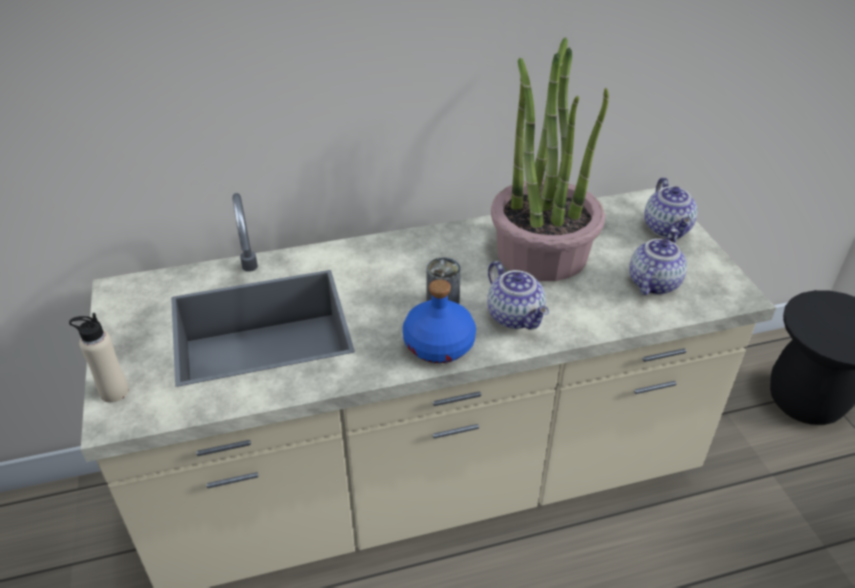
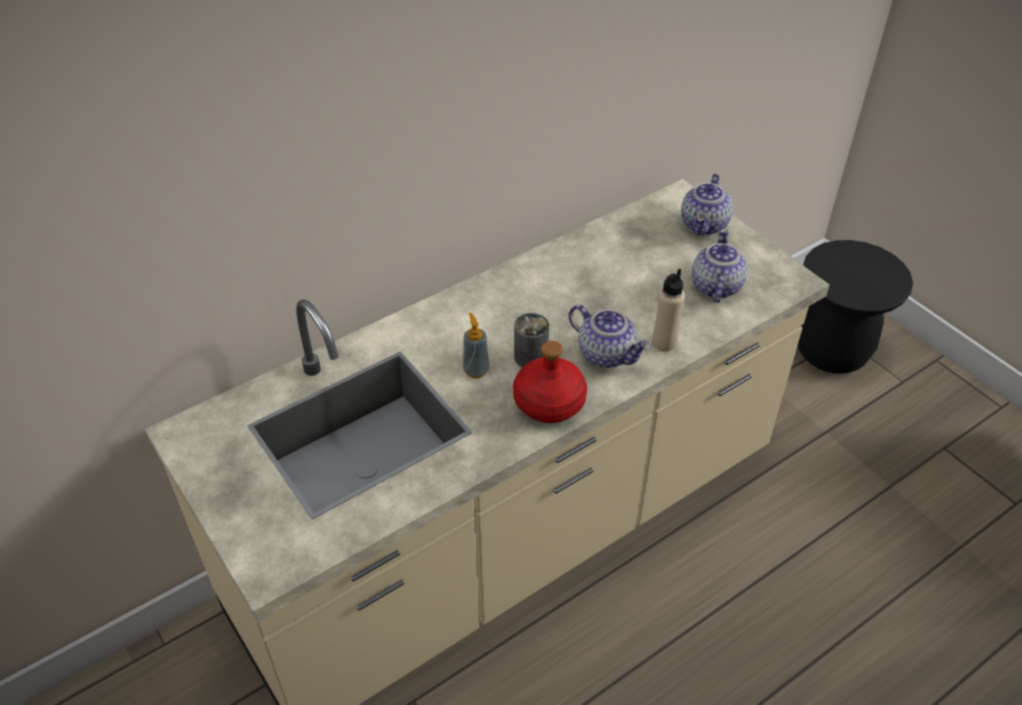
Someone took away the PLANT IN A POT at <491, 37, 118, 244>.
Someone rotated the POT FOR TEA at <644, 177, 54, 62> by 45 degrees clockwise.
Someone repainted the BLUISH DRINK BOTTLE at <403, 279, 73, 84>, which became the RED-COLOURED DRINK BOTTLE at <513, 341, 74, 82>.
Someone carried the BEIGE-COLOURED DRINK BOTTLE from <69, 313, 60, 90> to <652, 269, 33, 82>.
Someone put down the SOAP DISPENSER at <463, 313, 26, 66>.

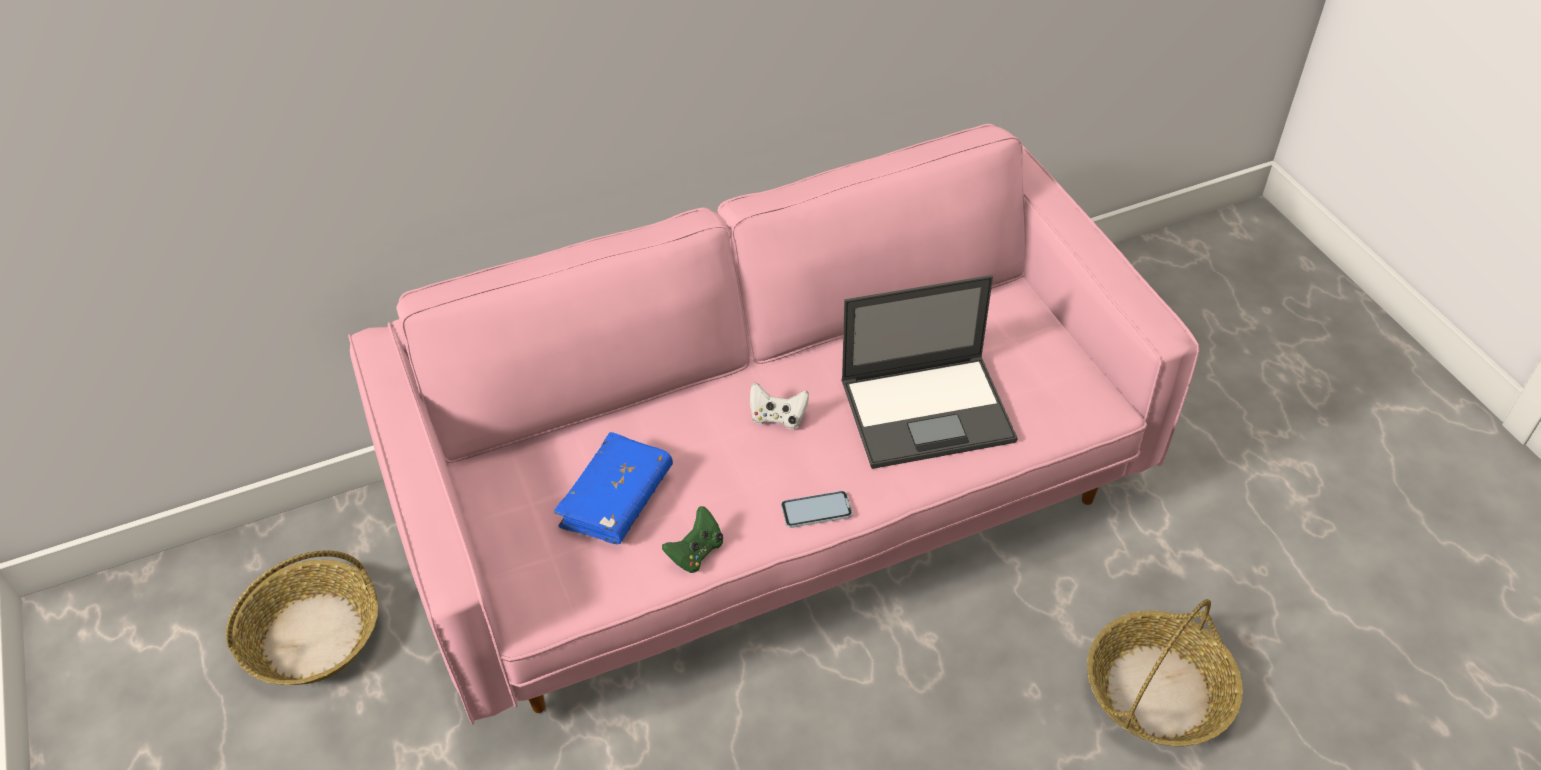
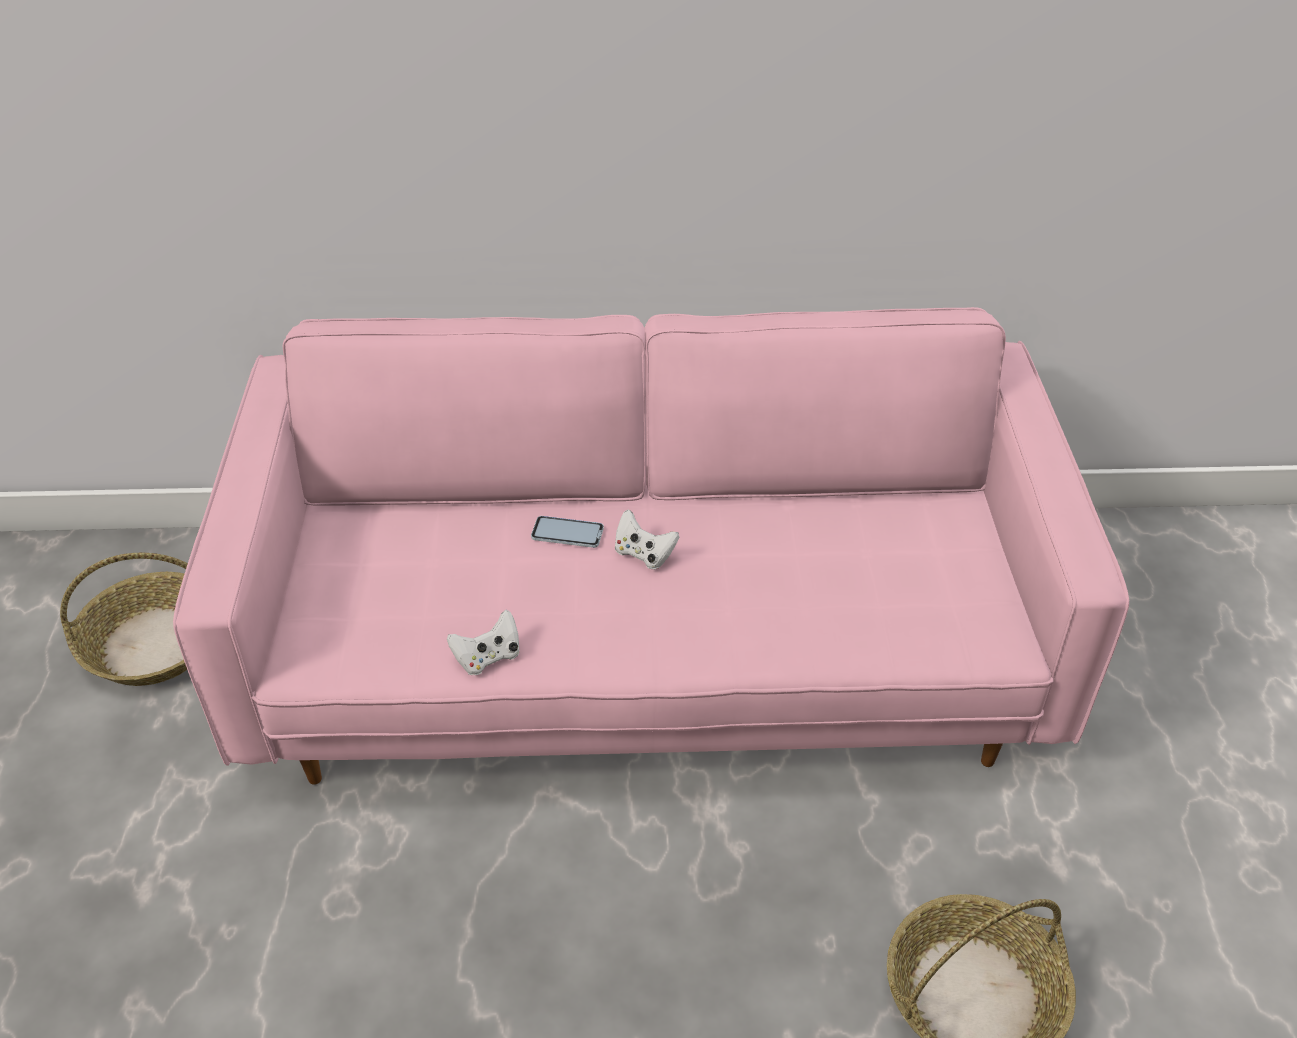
Someone took away the NOTEBOOK COMPUTER at <841, 275, 177, 194>.
Someone took away the BLUISH BOUND BOOK at <554, 432, 119, 112>.
Someone carried the HANDSET from <781, 491, 71, 37> to <531, 516, 73, 32>.
Someone repainted the GREENISH GAME CONTROLLER at <662, 506, 61, 67>, which became the WHITE GAME CONTROLLER at <447, 610, 73, 65>.

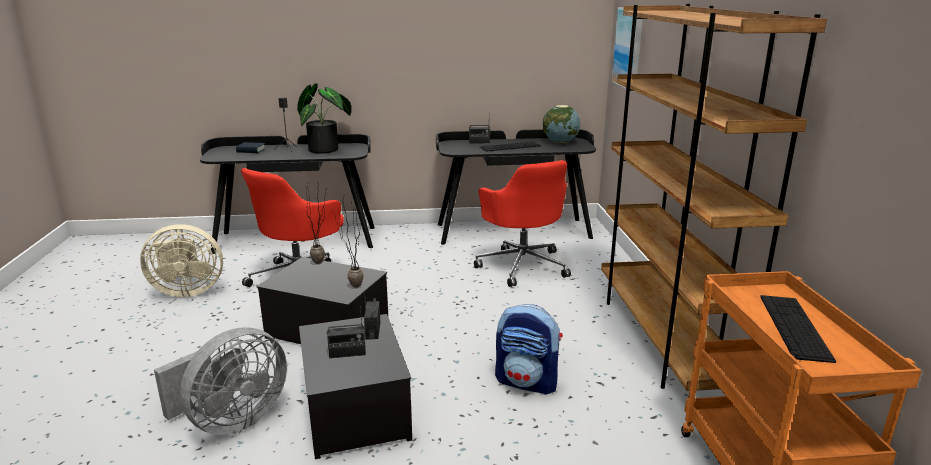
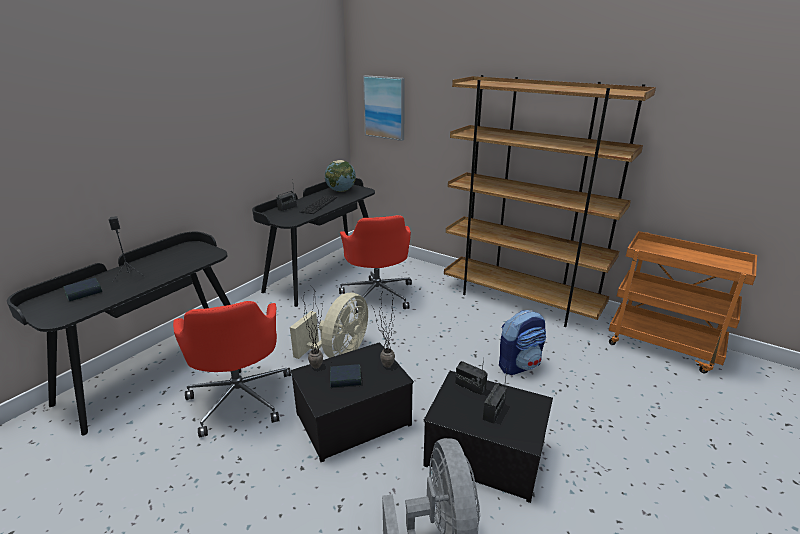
Someone took away the PLANT IN A POT at <297, 83, 54, 70>.
Someone rotated the RED-COLOURED COMPUTER CHAIR at <474, 160, 97, 127> by 60 degrees clockwise.
Someone carried the BEIGE-COLOURED COOLING FAN from <140, 224, 83, 73> to <290, 293, 78, 66>.
Someone took away the KEYBOARD at <760, 295, 76, 68>.
Someone put down the BOUND BOOK at <330, 364, 31, 24>.

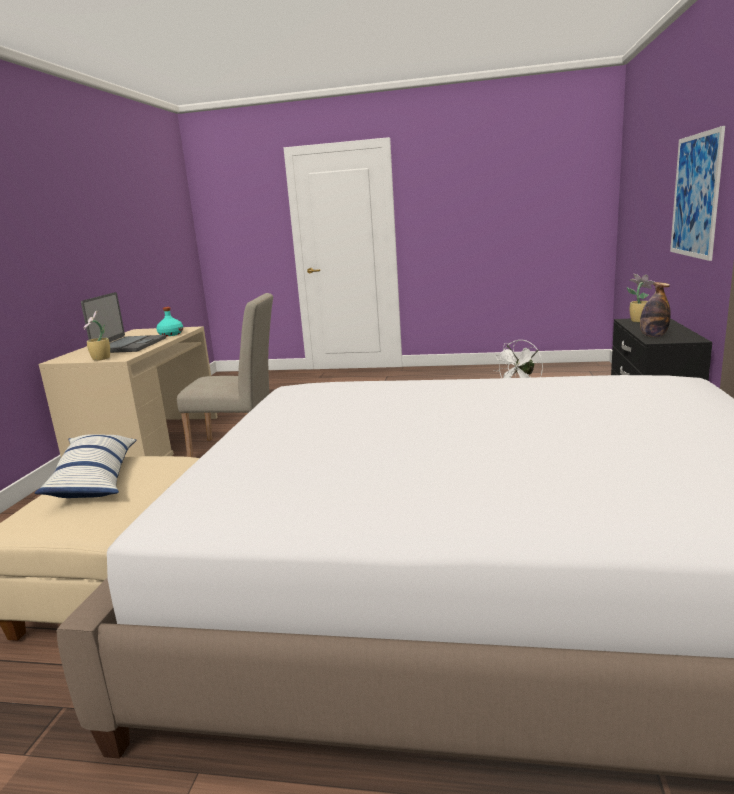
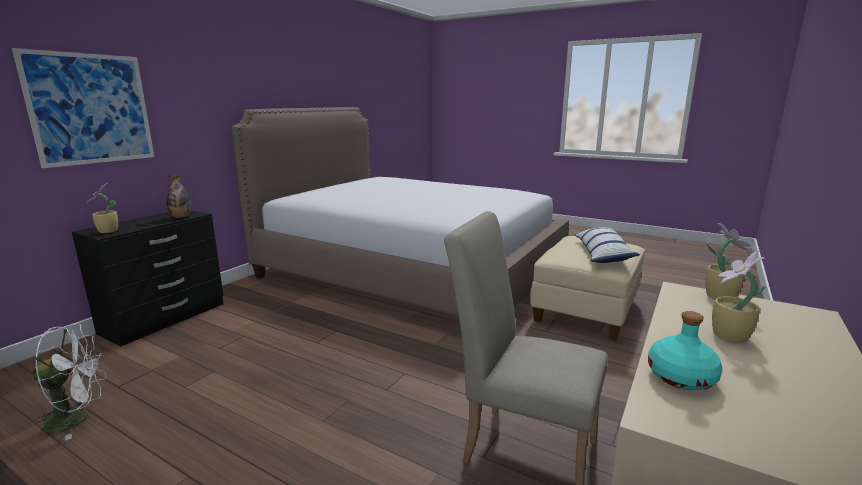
Someone swapped the NOTEBOOK COMPUTER at <81, 292, 85, 61> for the PLANT IN A POT at <712, 251, 54, 92>.

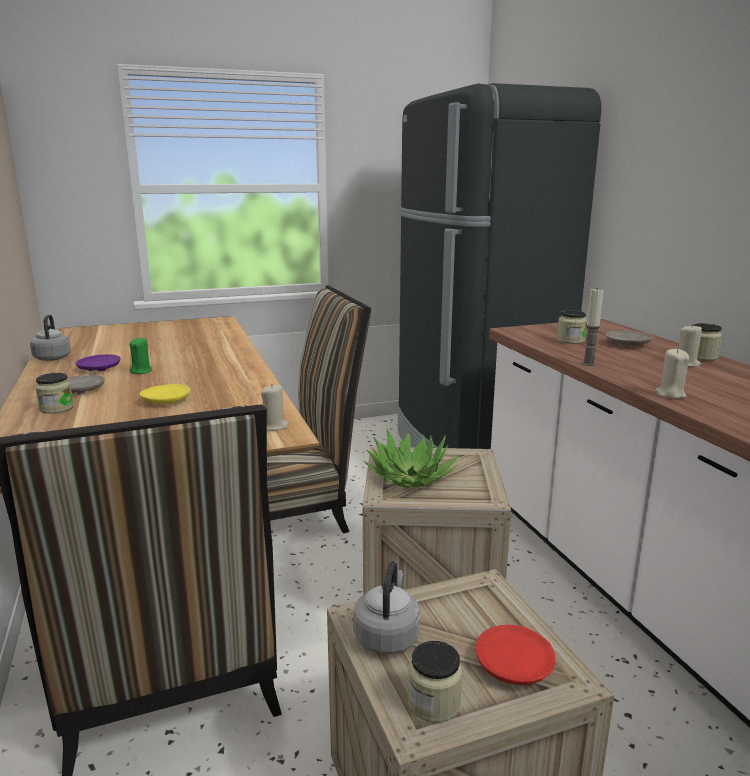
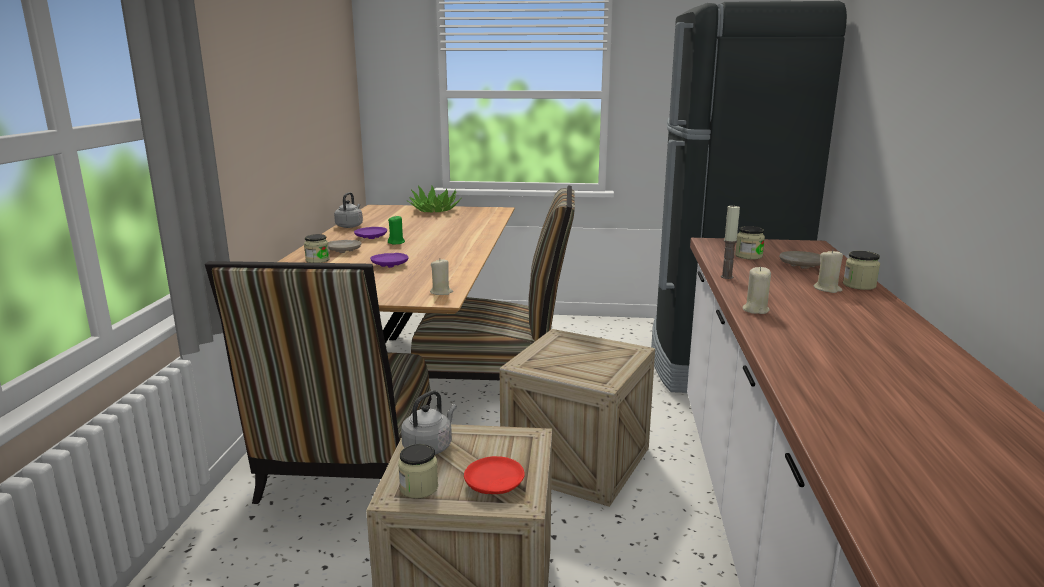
Someone repainted the YELLOW-COLOURED FLAT DISH at <139, 384, 51, 21>, which became the PURPLE-COLOURED FLAT DISH at <370, 253, 39, 15>.
Someone carried the PLANT IN A POT from <364, 430, 95, 58> to <408, 186, 53, 27>.

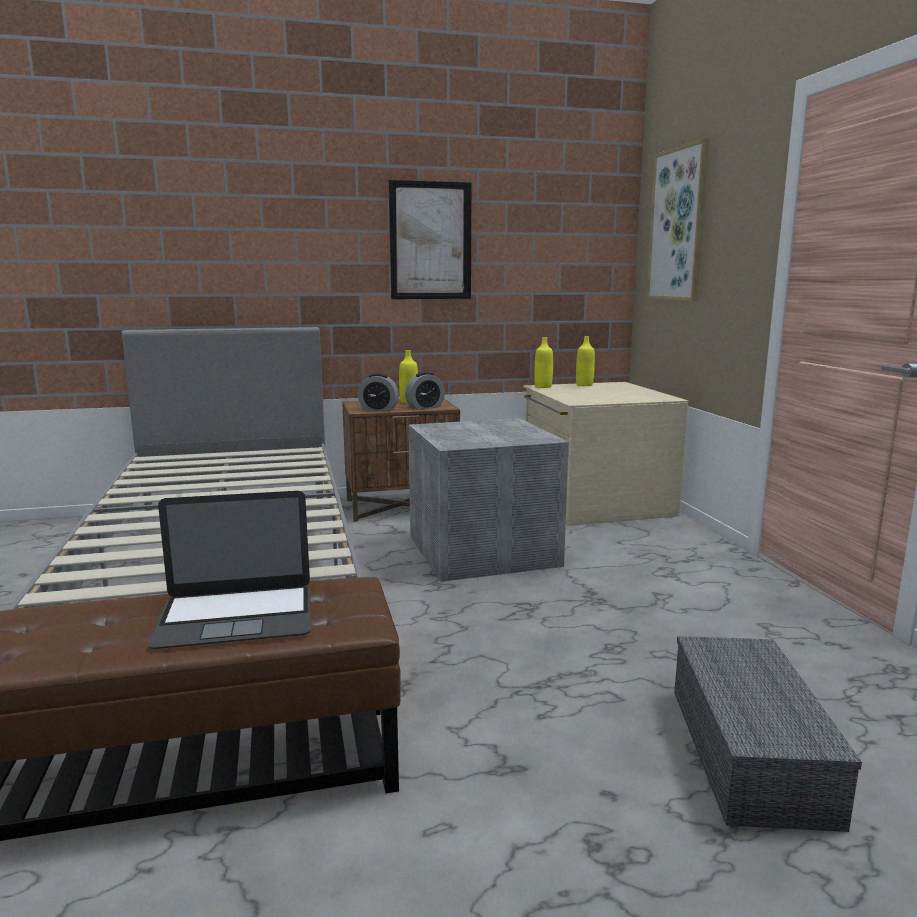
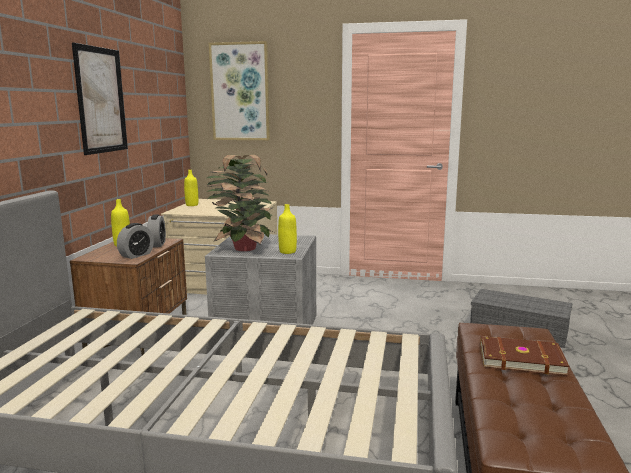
Someone carried the YELLOW-COLOURED DRINK BOTTLE from <534, 337, 19, 51> to <278, 204, 19, 50>.
Someone swapped the NOTEBOOK COMPUTER at <148, 491, 163, 158> for the BROWN BOUND BOOK at <480, 336, 90, 40>.
Someone put down the PLANT IN A POT at <206, 155, 68, 96>.

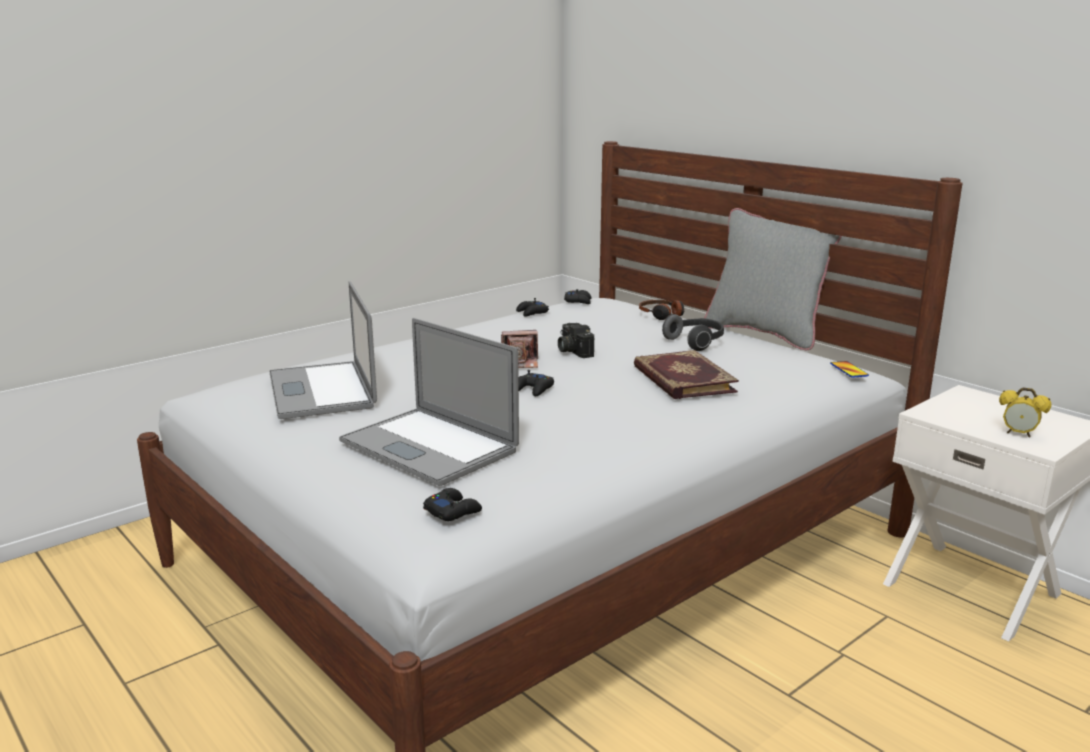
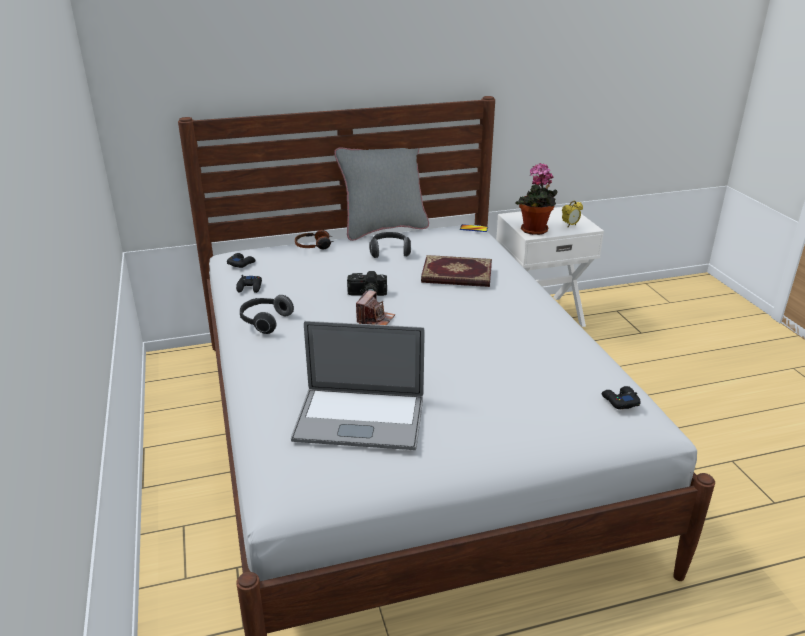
Someone took away the NOTEBOOK COMPUTER at <339, 318, 180, 168>.
Someone took away the BLACK GAME CONTROLLER at <518, 370, 36, 26>.
Someone put down the PLANT IN A POT at <516, 163, 42, 72>.
Someone put down the HEADPHONES at <240, 295, 54, 39>.

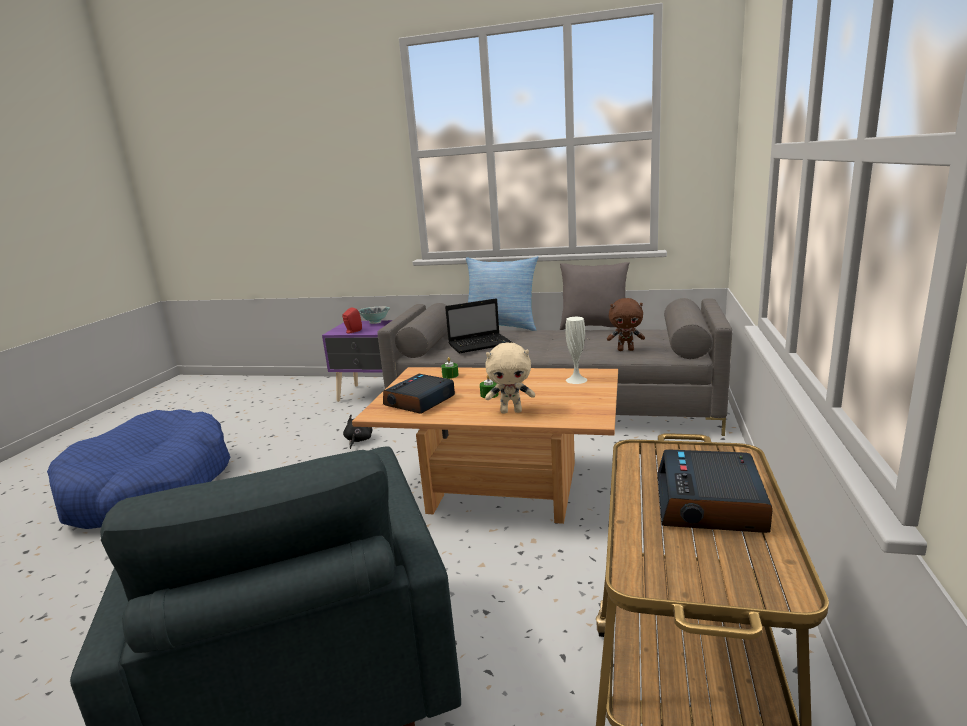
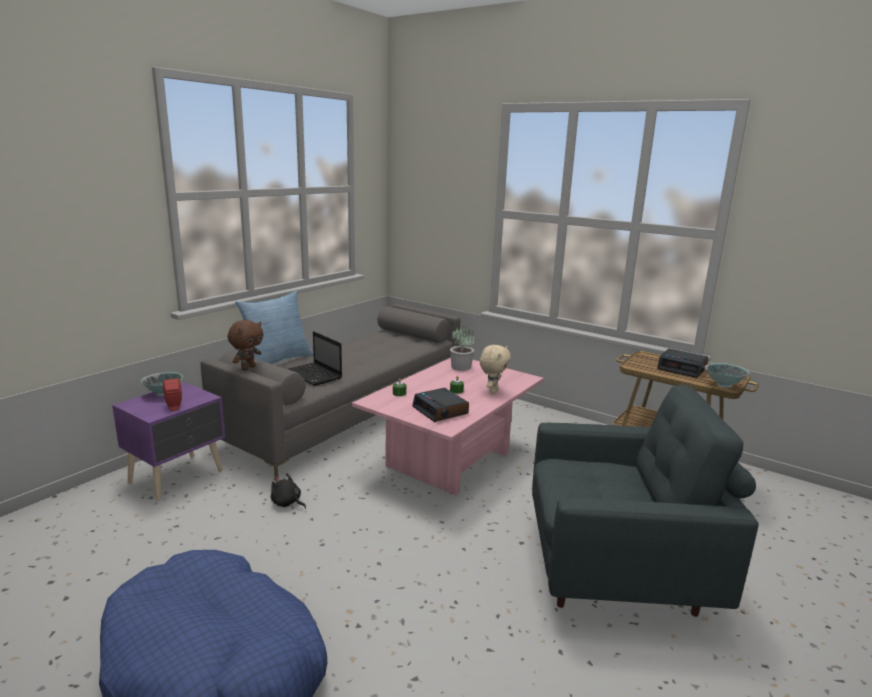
Someone took away the GREY THROW PILLOW at <560, 262, 70, 68>.
Someone rotated the NOTEBOOK COMPUTER at <445, 298, 68, 55> by 135 degrees clockwise.
Someone carried the BROWN SOFT TOY from <607, 298, 38, 53> to <228, 320, 35, 50>.
Someone swapped the WHITE DECORATIVE VASE at <565, 317, 22, 67> for the PLANT IN A POT at <450, 325, 25, 46>.
Someone repainted the BROWN LOW TABLE at <352, 367, 266, 157>, which became the PINK-COLOURED LOW TABLE at <352, 358, 192, 137>.
Someone put down the DEEP DISH at <705, 363, 44, 25>.

